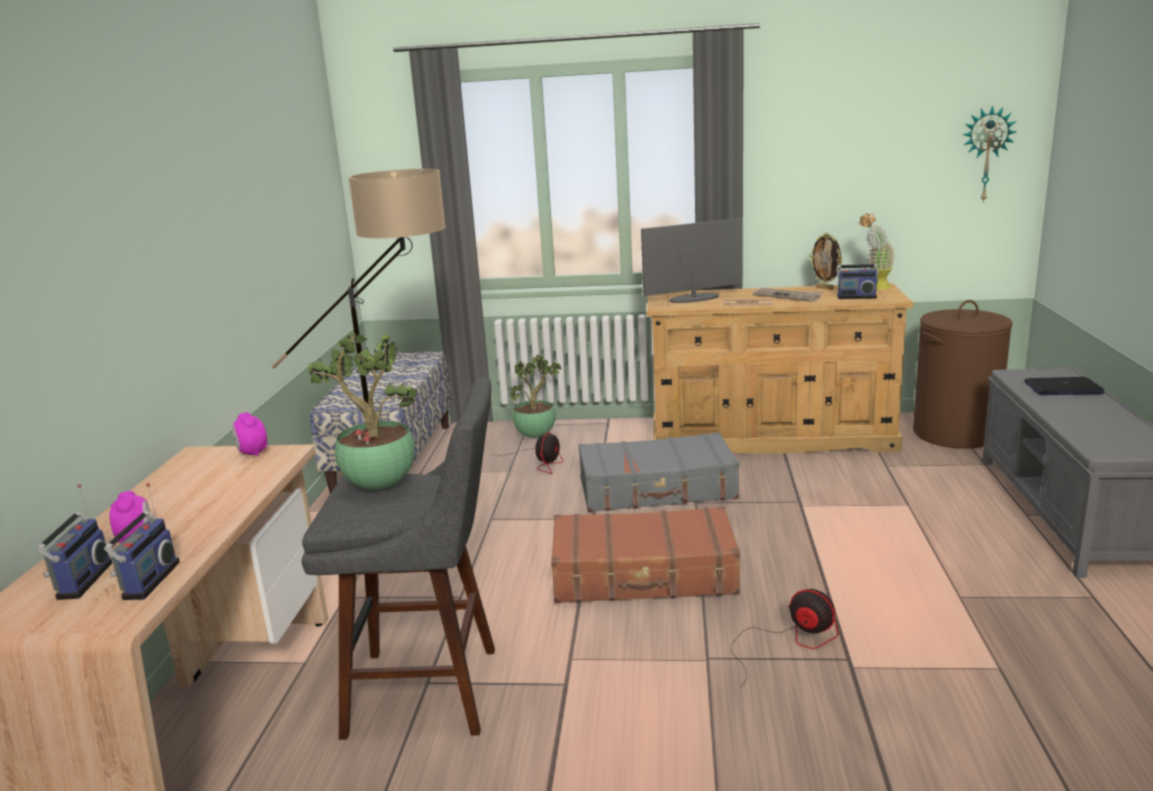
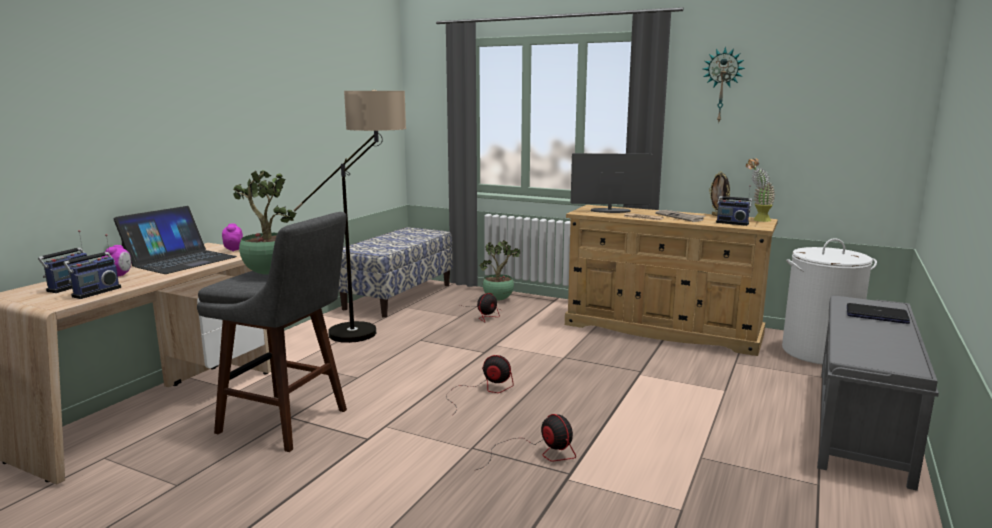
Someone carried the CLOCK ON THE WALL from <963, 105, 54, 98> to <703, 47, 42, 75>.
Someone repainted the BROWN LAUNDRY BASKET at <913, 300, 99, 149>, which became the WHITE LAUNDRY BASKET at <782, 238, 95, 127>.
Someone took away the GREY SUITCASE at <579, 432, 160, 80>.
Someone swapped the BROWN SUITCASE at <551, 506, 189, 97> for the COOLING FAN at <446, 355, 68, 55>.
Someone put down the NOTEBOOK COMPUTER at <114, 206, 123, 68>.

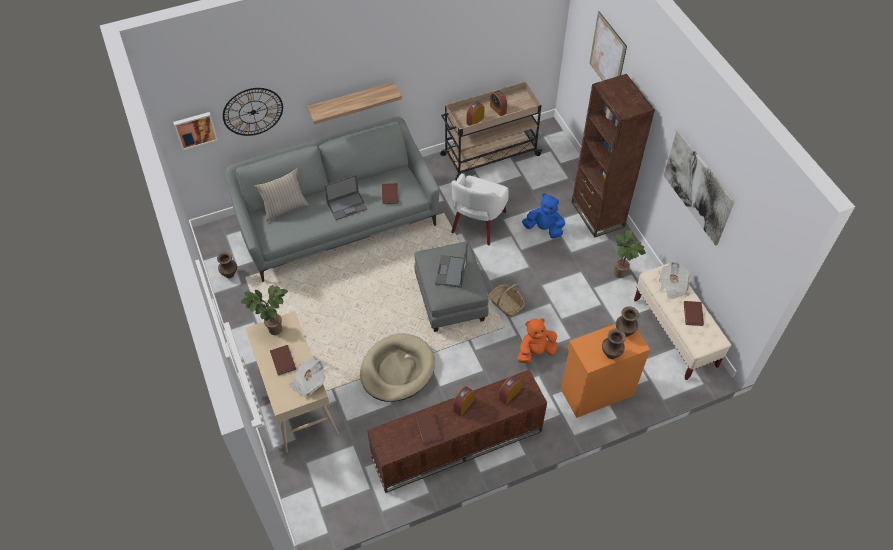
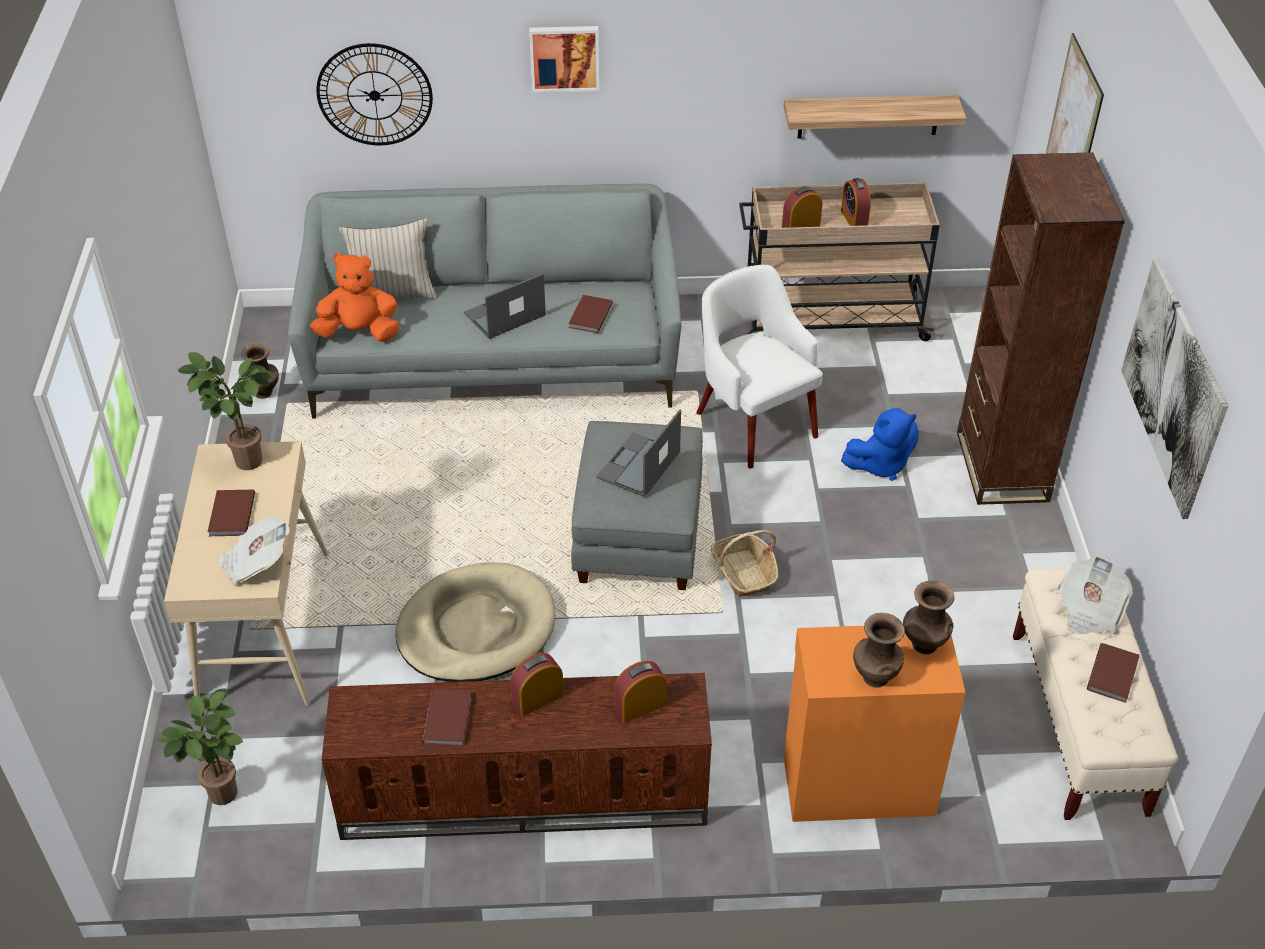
Someone carried the WALL SHELF from <307, 82, 95, 42> to <784, 95, 182, 44>.
Someone carried the WALL PICTURE from <173, 112, 45, 38> to <529, 26, 70, 66>.
Someone rotated the WHITE ARMCHAIR at <451, 173, 58, 72> by 105 degrees clockwise.
Someone rotated the NOTEBOOK COMPUTER at <324, 175, 44, 45> by 150 degrees clockwise.
Someone rotated the BLUISH SOFT TOY at <522, 194, 43, 45> by 120 degrees clockwise.
Someone carried the PLANT IN A POT from <614, 229, 32, 49> to <159, 689, 84, 116>.
Someone carried the ORANGE SOFT TOY from <518, 318, 40, 45> to <310, 253, 90, 89>.

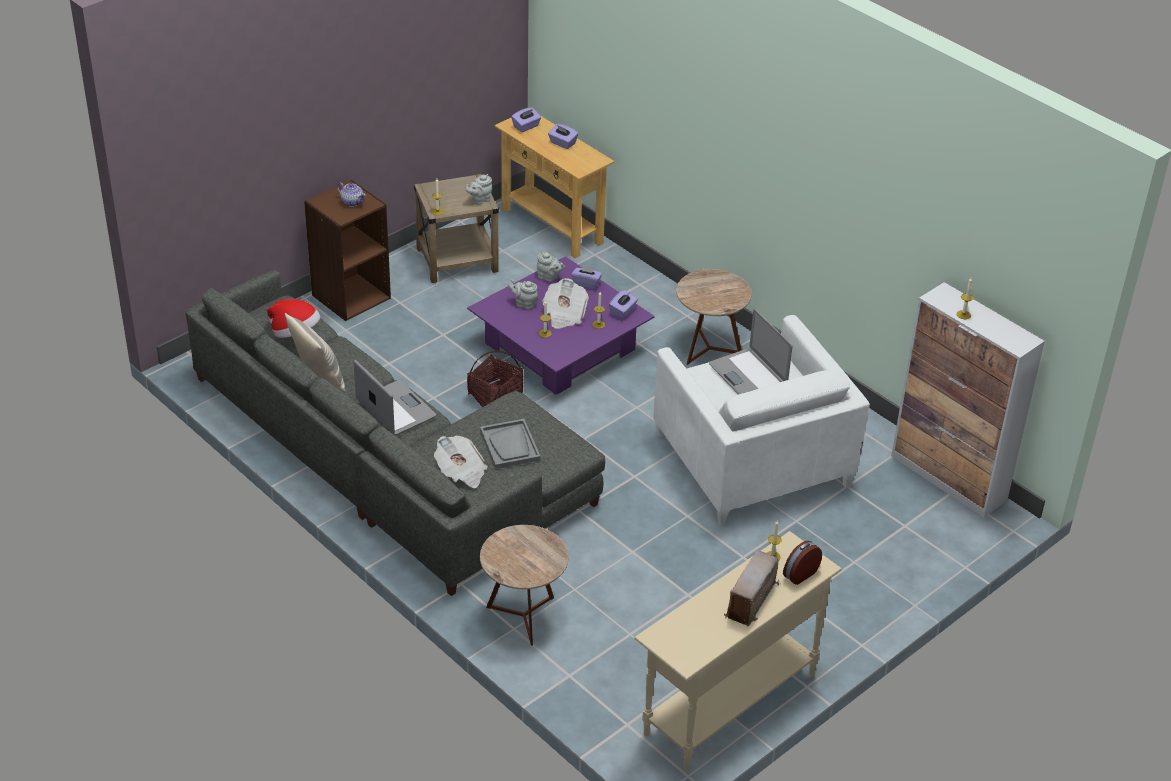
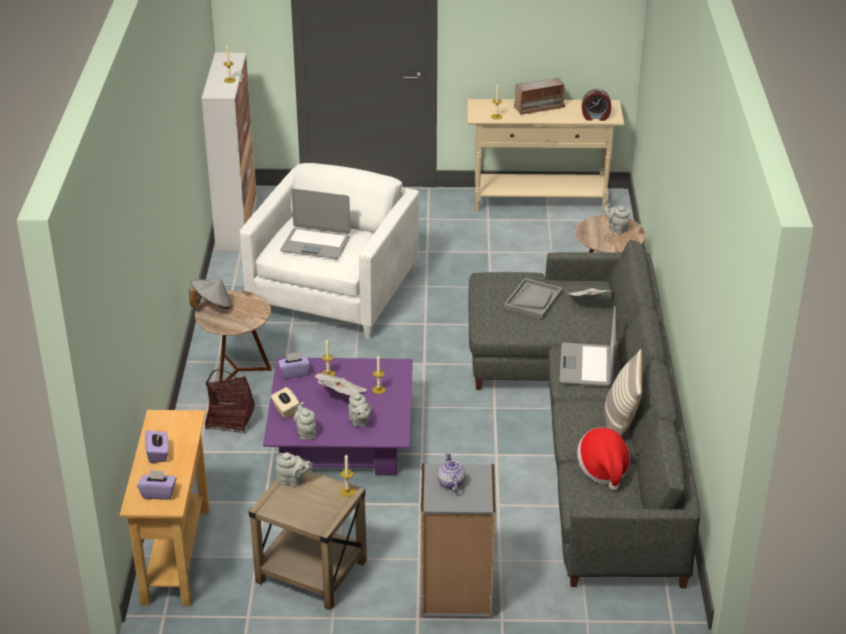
Someone repainted the BROWN BOOKCASE at <304, 180, 87, 141>, which became the GREY BOOKCASE at <421, 463, 75, 156>.
Someone repainted the PURPLE-COLOURED TISSUE HOLDER at <571, 263, 31, 27>, which became the BEIGE-COLOURED TISSUE HOLDER at <271, 387, 29, 32>.
Someone rotated the NOTEBOOK COMPUTER at <709, 309, 83, 86> by 90 degrees clockwise.
Someone carried the HOUSEHOLD BASKET from <467, 350, 56, 57> to <205, 370, 50, 63>.
Someone carried the TABLE CLOCK from <783, 541, 39, 44> to <582, 89, 29, 32>.
Someone put down the GREY POT FOR TEA at <604, 204, 26, 30>.
Someone put down the GREY WEARABLE HAT at <189, 279, 43, 30>.

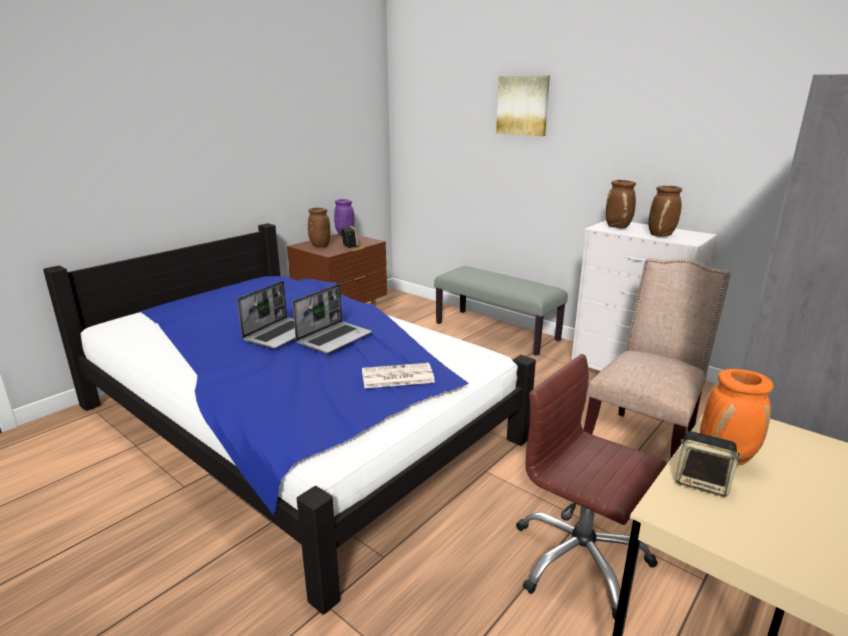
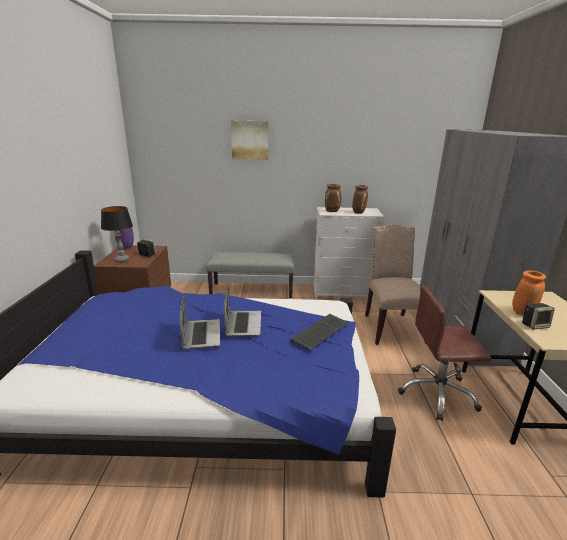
Someone swapped the BROWN DECORATIVE VASE at <308, 208, 22, 39> for the TABLETOP LAMP at <101, 206, 32, 56>.
Someone swapped the DAILY PAPER at <362, 363, 73, 25> for the KEYBOARD at <290, 314, 59, 37>.

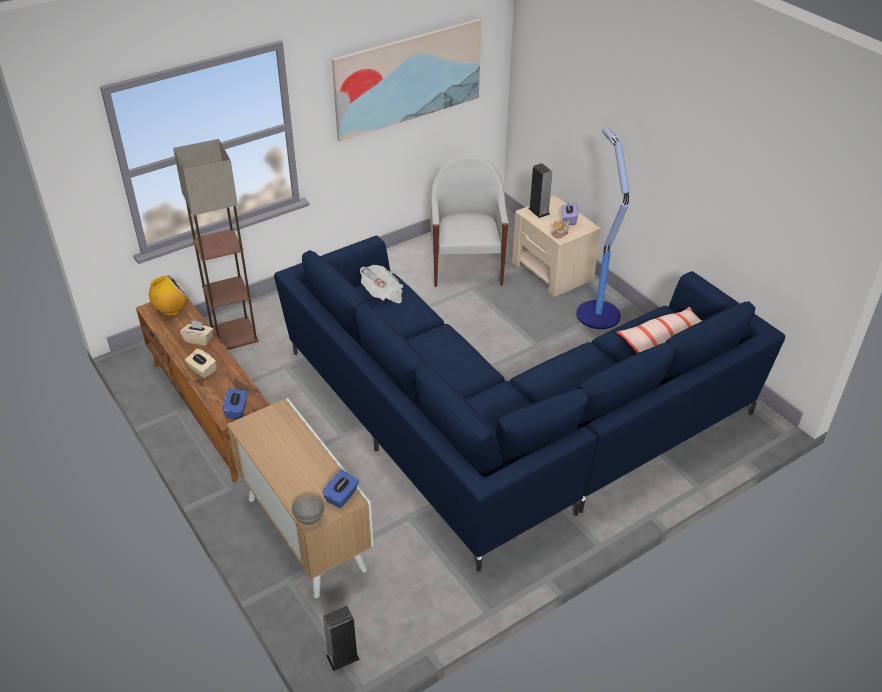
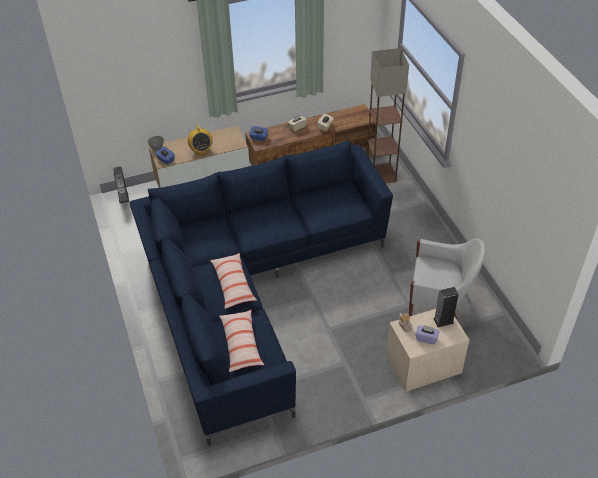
Someone took away the WALL PICTURE at <332, 19, 150, 123>.
Someone took away the STANDARD LAMP at <576, 127, 54, 202>.
Someone took away the DAILY PAPER at <360, 265, 43, 38>.
Someone carried the RADIO RECEIVER from <149, 275, 39, 41> to <188, 125, 25, 30>.
Someone put down the THROW PILLOW at <210, 253, 47, 56>.

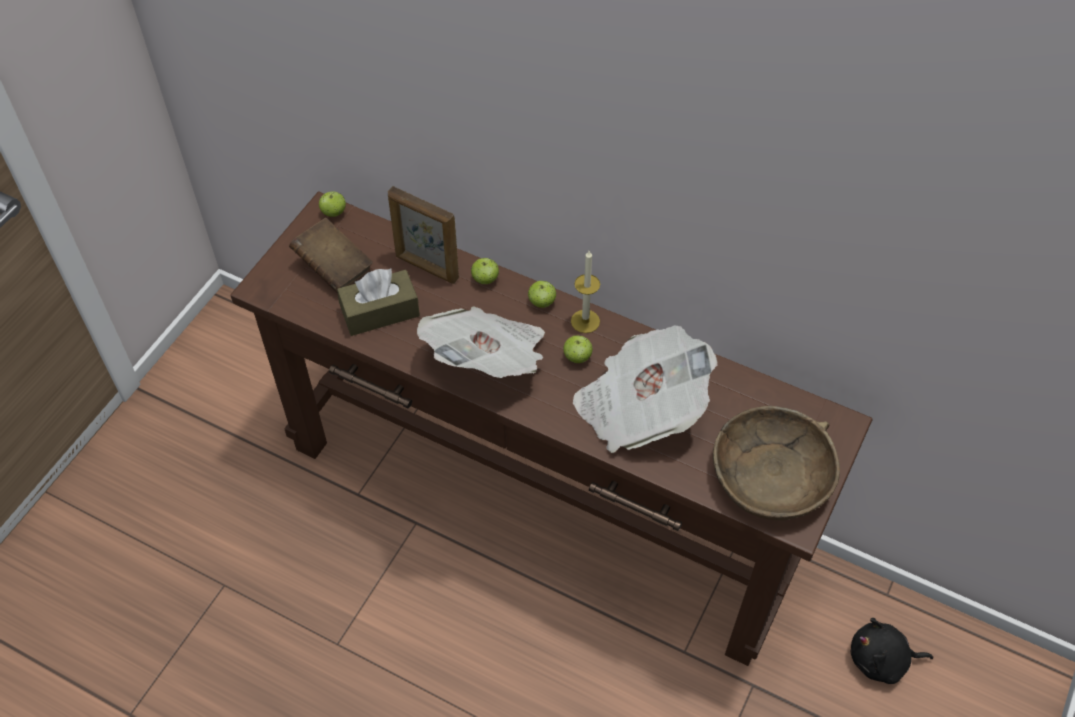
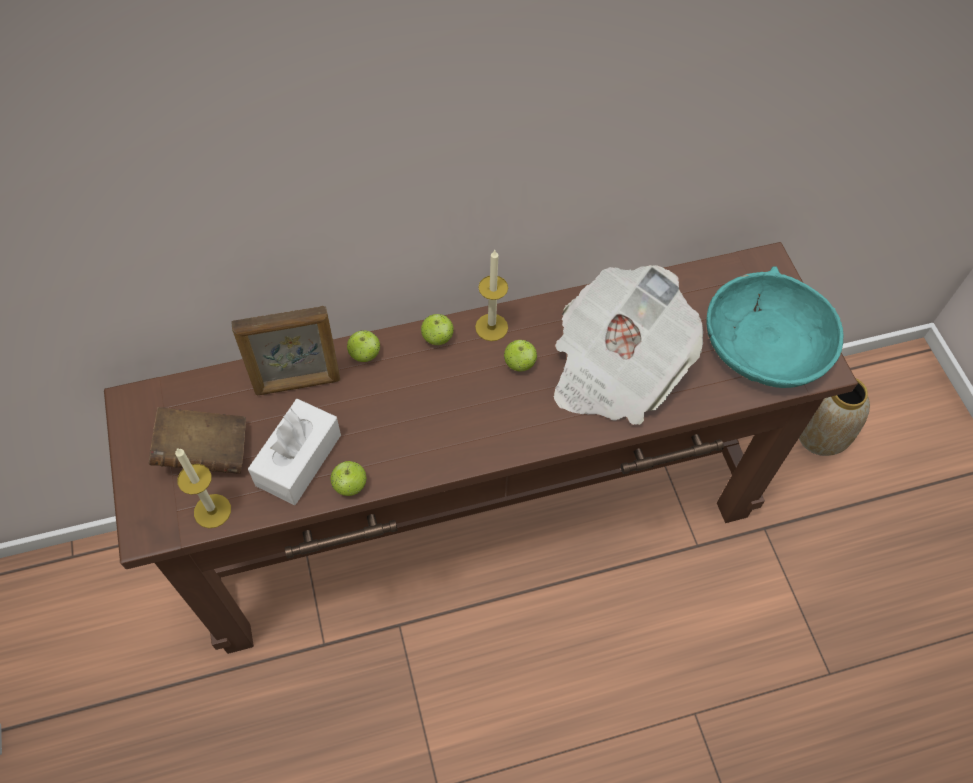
Someone carried the APPLE FRUIT from <319, 191, 27, 26> to <330, 461, 36, 35>.
Someone repainted the BROWN TISSUE HOLDER at <337, 268, 83, 68>, which became the WHITE TISSUE HOLDER at <248, 399, 93, 106>.
Someone took away the DAILY PAPER at <417, 306, 128, 72>.
Someone repainted the BROWN DEEP DISH at <713, 406, 127, 114>, which became the BLUE-GREEN DEEP DISH at <707, 267, 136, 121>.
Someone swapped the BLACK SOFT TOY at <851, 618, 82, 66> for the DECORATIVE VASE at <799, 379, 71, 77>.
Someone put down the WAX CANDLE at <175, 448, 56, 80>.

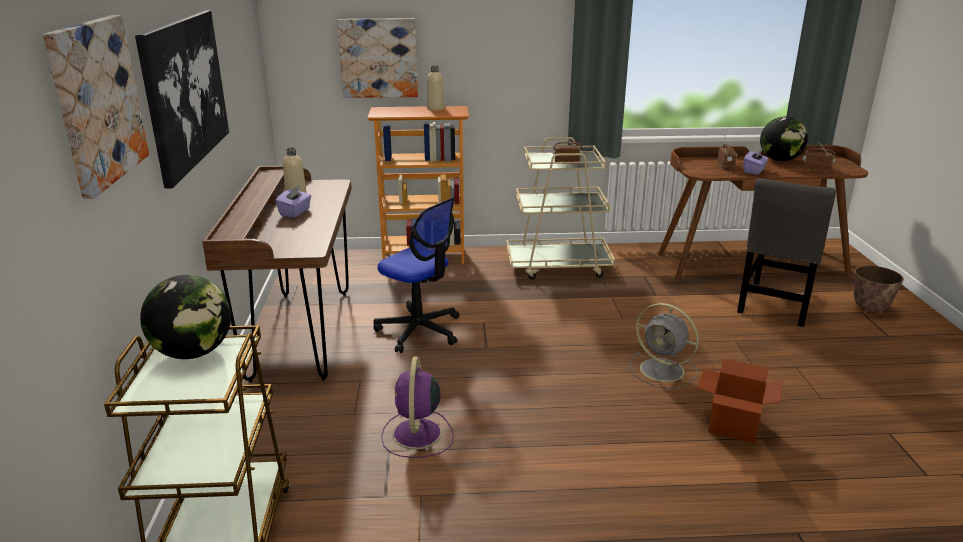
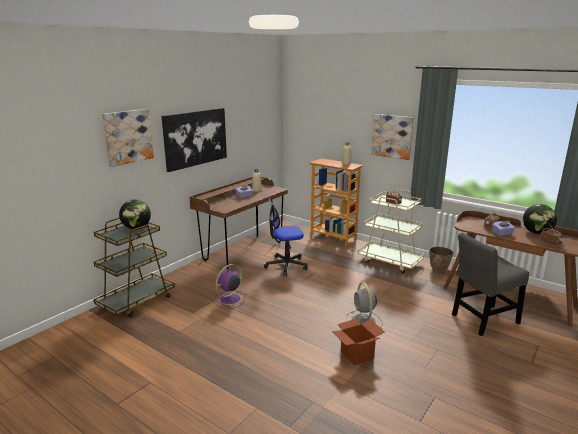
Someone carried the WALL PICTURE from <337, 18, 81, 80> to <371, 114, 43, 46>.
Someone rotated the COMPUTER CHAIR at <374, 198, 85, 155> by 90 degrees clockwise.
Someone carried the PLANT POT from <854, 266, 50, 48> to <429, 247, 24, 26>.

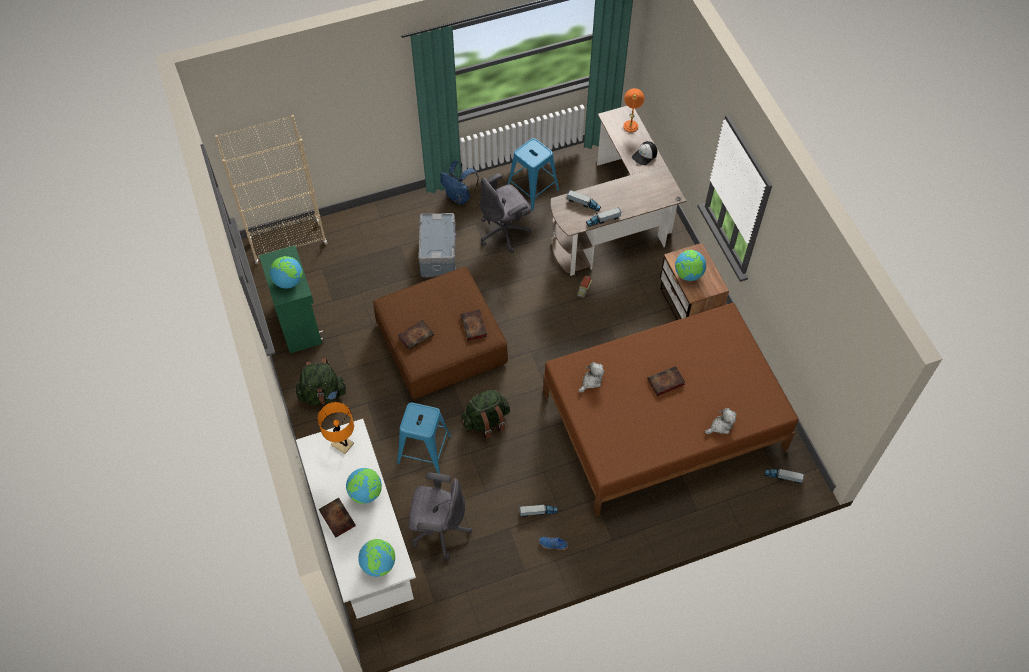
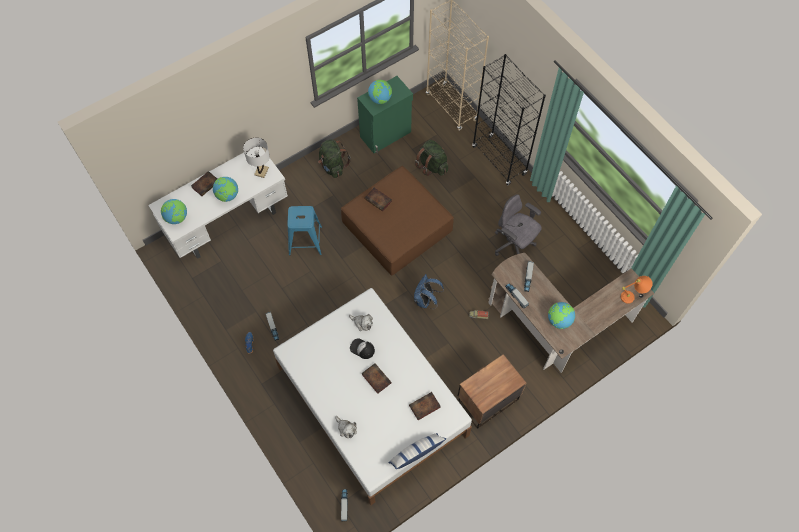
Someone took away the BLUISH STOOL SEAT at <507, 138, 52, 73>.
Someone carried the BASEBALL CAP from <632, 141, 25, 24> to <350, 339, 25, 20>.
Someone carried the BLUISH BACKPACK from <440, 161, 39, 44> to <414, 274, 30, 35>.
Someone took away the GREY STORAGE BIN at <418, 213, 38, 65>.
Someone carried the GLOBE from <675, 250, 31, 31> to <548, 302, 27, 27>.
Someone repainted the BROWN BED at <543, 303, 256, 213>, which became the WHITE BED at <273, 288, 199, 217>.
Someone carried the BOUND BOOK from <460, 310, 27, 31> to <409, 392, 32, 28>.
Someone carried the GREENISH BACKPACK from <461, 390, 49, 49> to <415, 140, 33, 36>.
Someone repainted the ORANGE TABLETOP LAMP at <318, 402, 36, 52>, which became the WHITE TABLETOP LAMP at <243, 137, 27, 41>.
Someone took away the GREY COMPUTER CHAIR at <409, 472, 63, 87>.
Someone put down the BLACK BOOKCASE at <472, 54, 74, 131>.
Someone put down the THROW PILLOW at <388, 433, 58, 36>.

